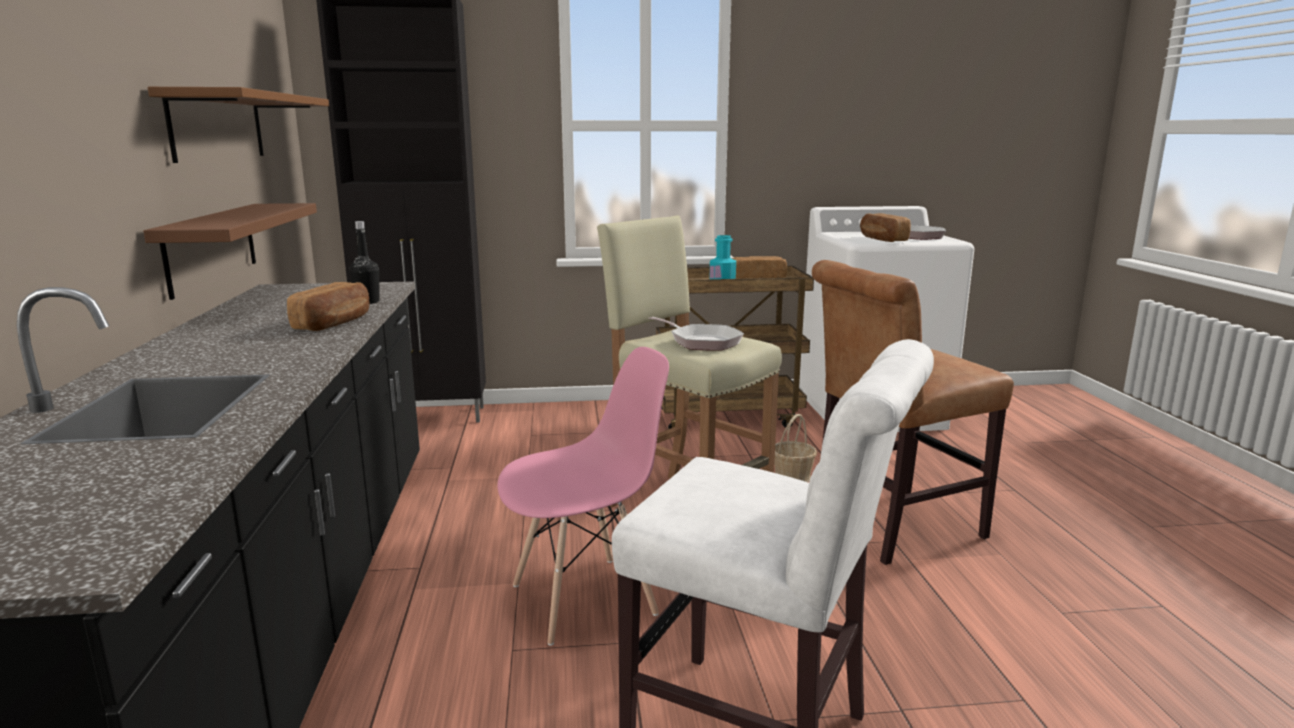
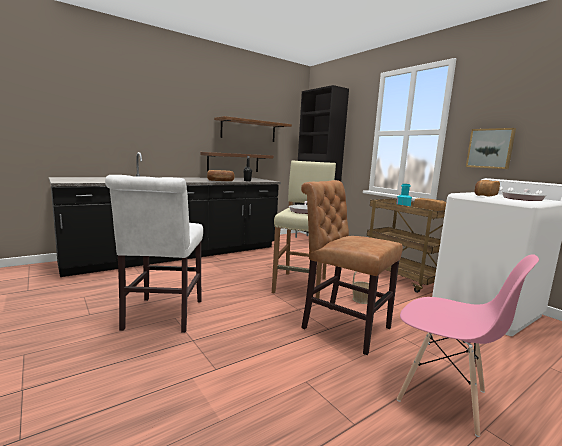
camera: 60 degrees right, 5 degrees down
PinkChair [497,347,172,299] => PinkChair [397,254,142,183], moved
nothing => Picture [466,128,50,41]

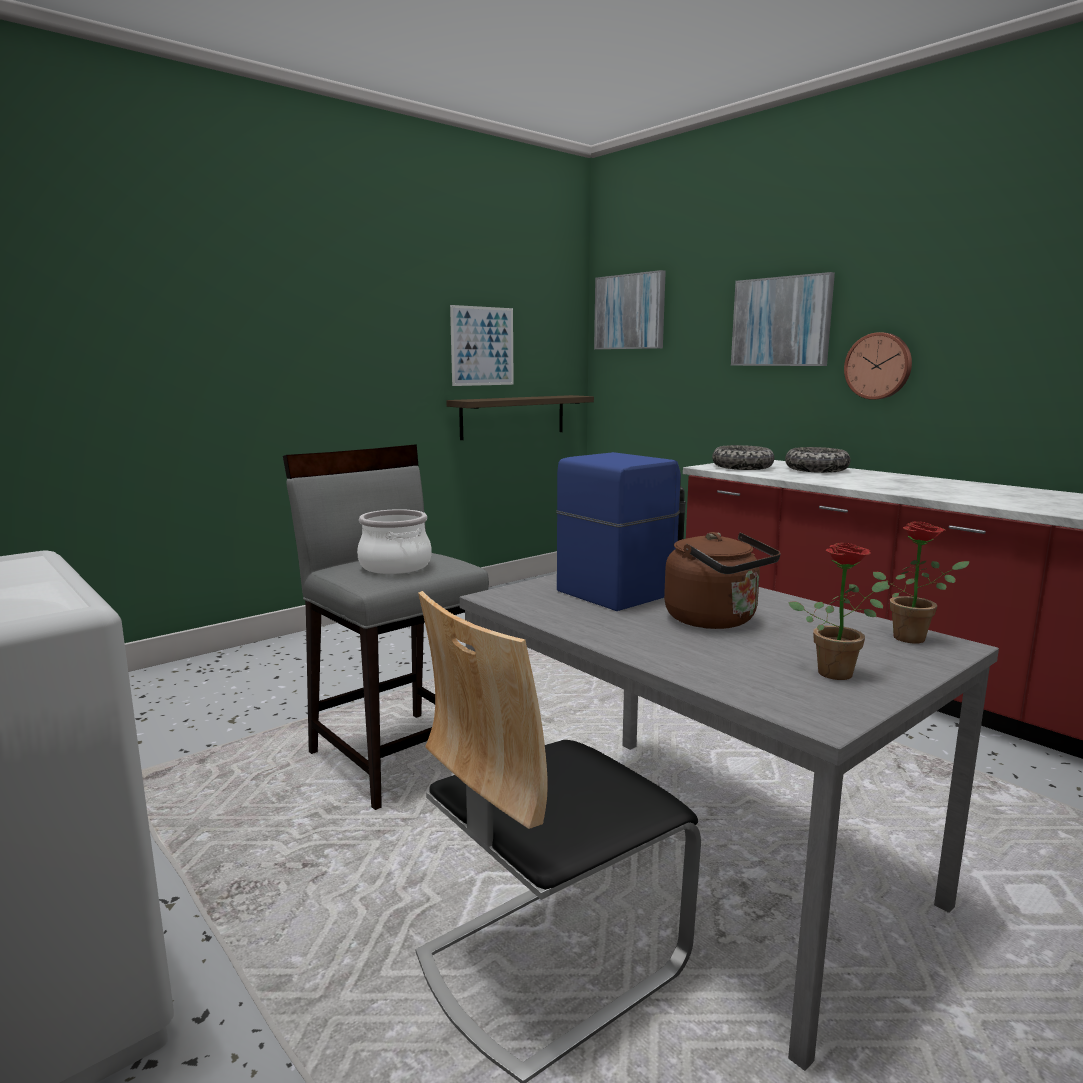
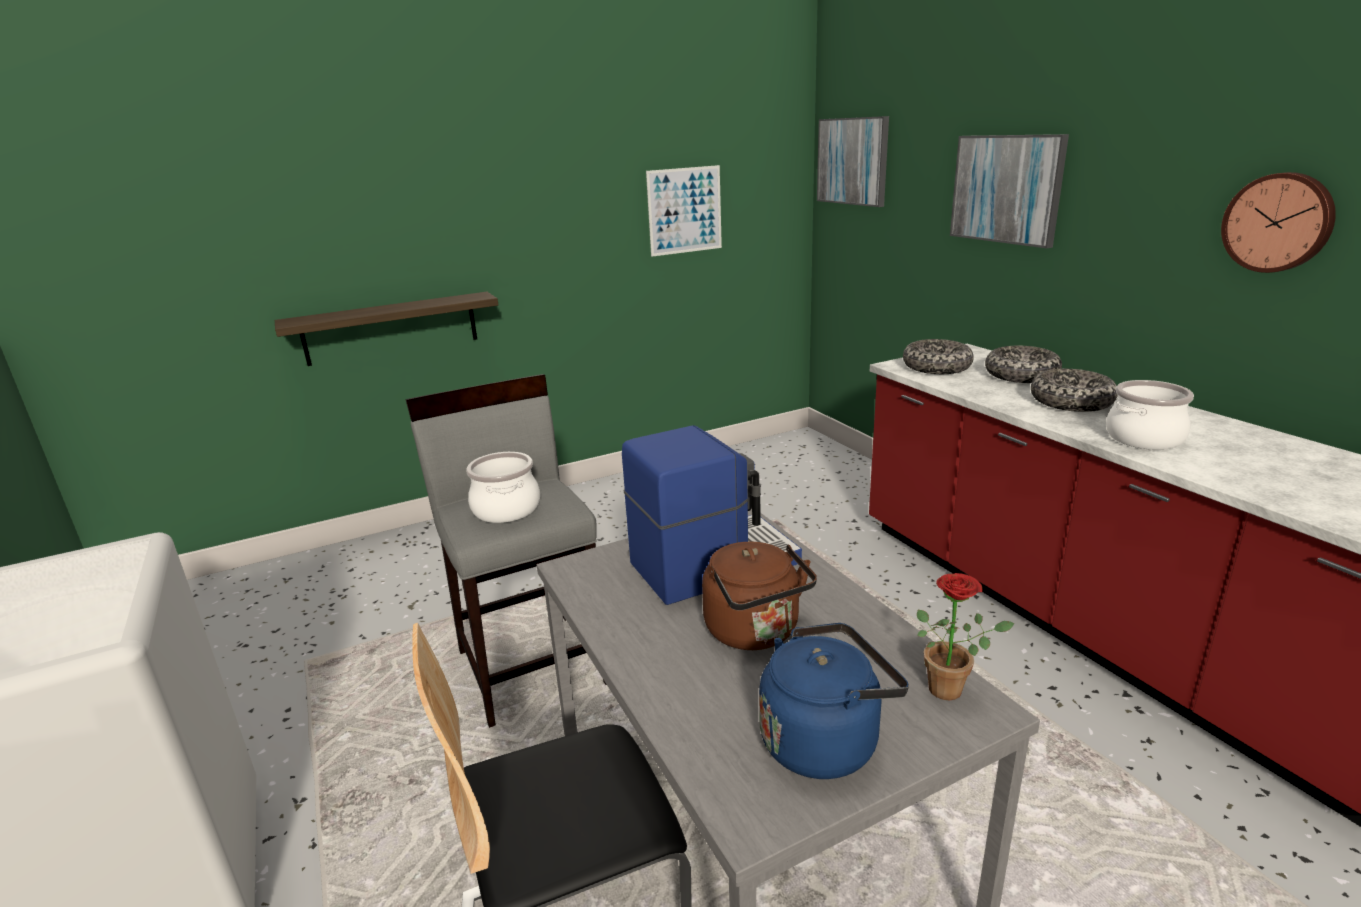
camera: 15 degrees right, 10 degrees up
WallClock [844,332,68,68] => WallClock [1221,172,115,101], moved
Shelf [446,395,148,45] => Shelf [275,292,223,74], moved
PottedPlant [788,543,100,137] => BlueKettle [759,623,150,156]
nothing => Bowl [1031,369,87,43]
nothing => CookingPot [1106,380,88,70]

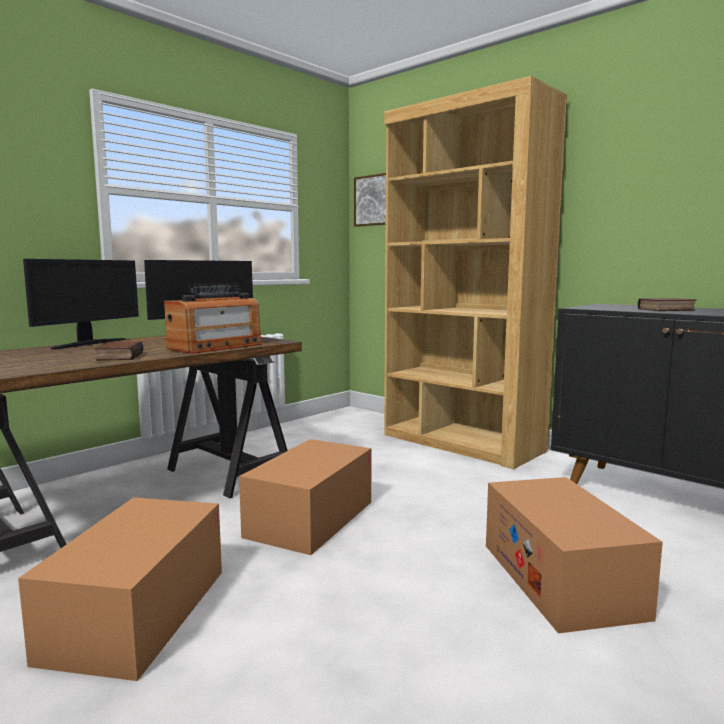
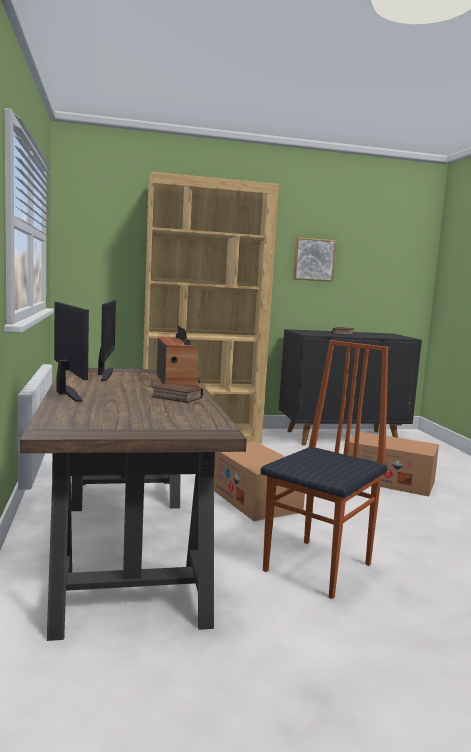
camera: 55 degrees left, 0 degrees up
Picture [354,173,32,54] => Picture [293,237,44,45], moved
CardboardBox [18,497,204,184] => Chair [261,340,127,259]

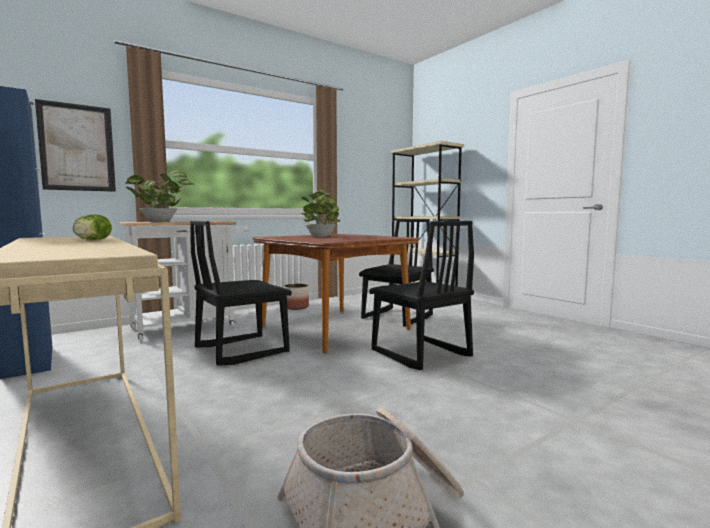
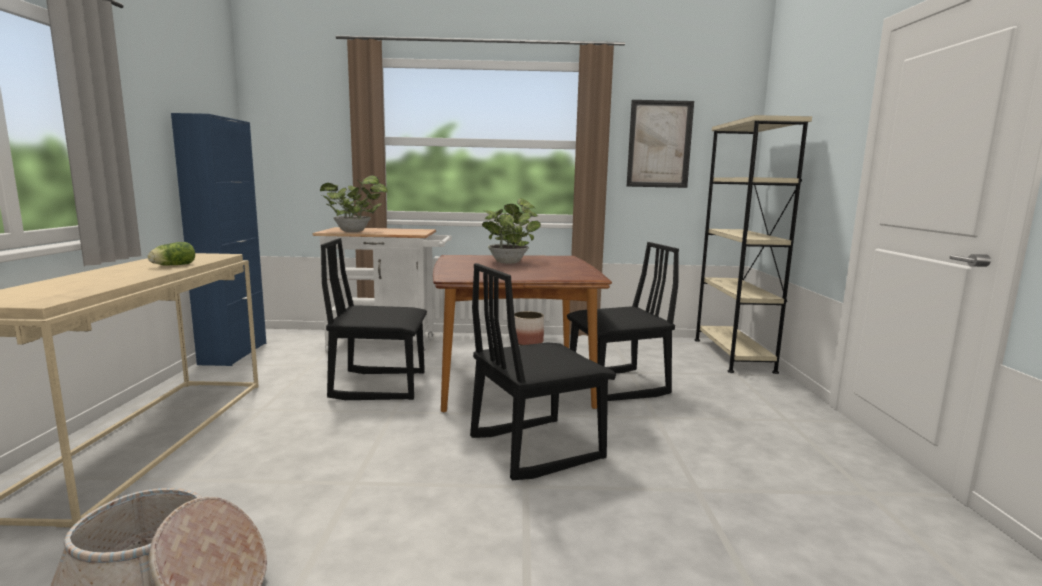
camera: 35 degrees right, 5 degrees up
Picture [35,99,81,93] => Picture [626,100,68,88], moved
BlackChair [369,221,105,149] => BlackChair [470,263,146,217], 60 degrees clockwise

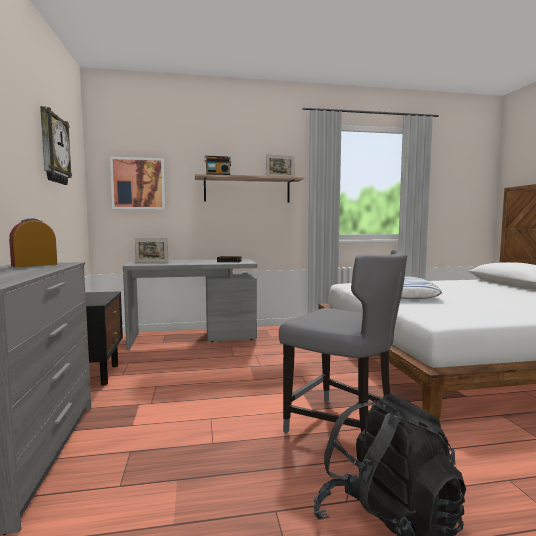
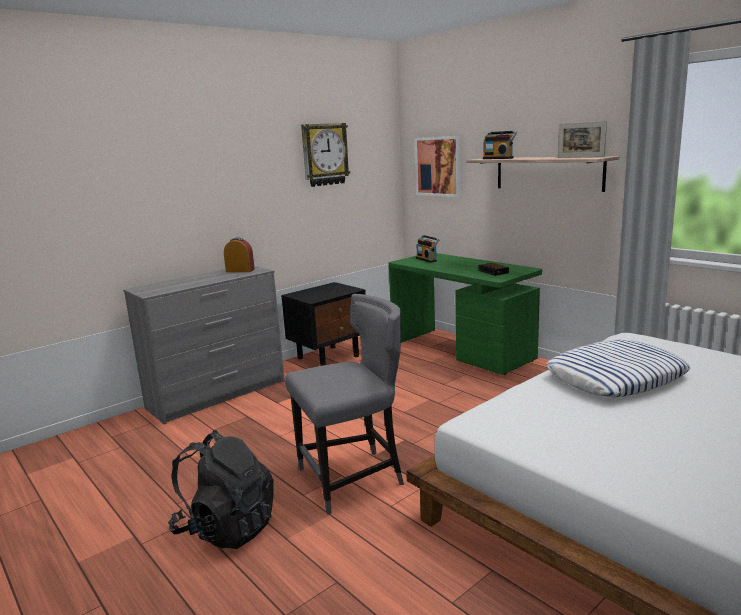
camera: 60 degrees right, 10 degrees up
PictureFrame [135,238,33,25] => Radio [416,235,23,28]
GreyChair [279,250,128,183] => GreyChair [285,294,119,220], 120 degrees counterclockwise
GreyDesk [123,259,134,91] => GreenDesk [389,253,153,122]

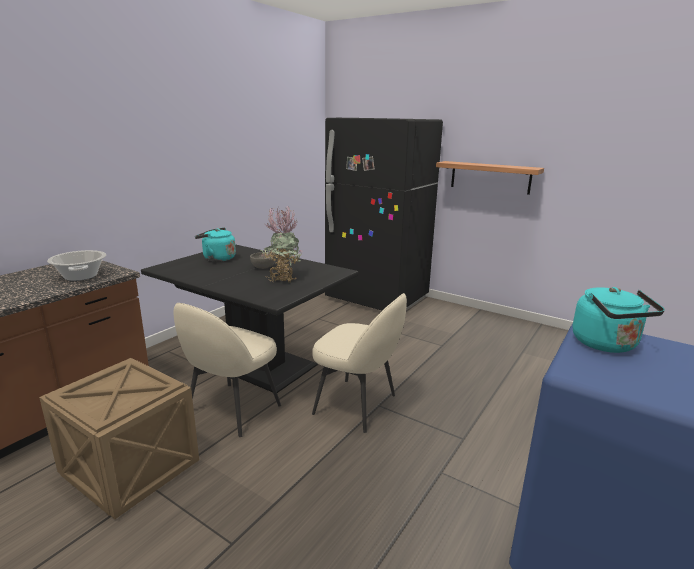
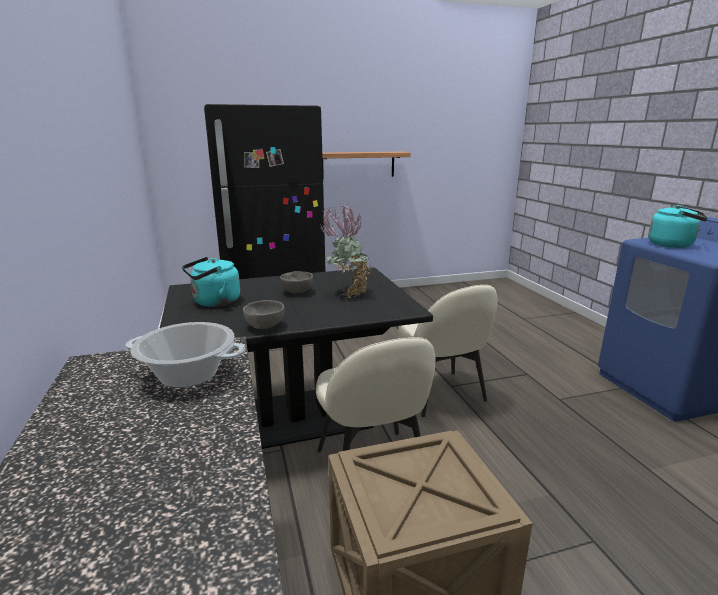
camera: 50 degrees left, 0 degrees up
BeigeChair [312,293,95,140] => BeigeChair [398,285,99,132], 90 degrees clockwise
nothing => GreyBowl [243,300,42,29]

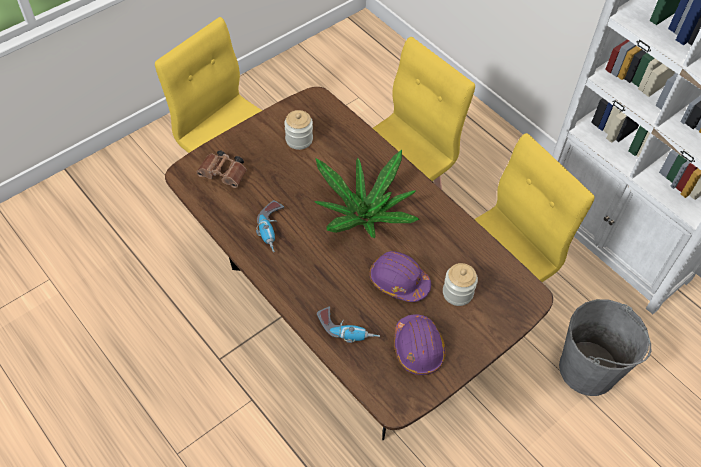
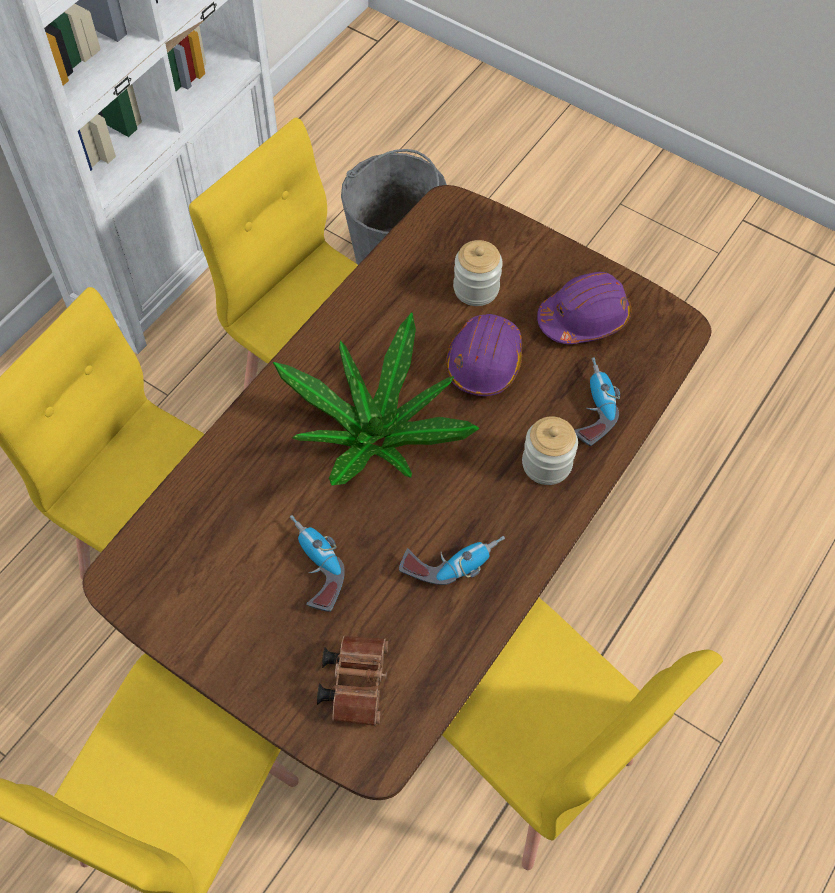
camera: 105 degrees left, 5 degrees up
Jar [284,110,29,40] => Jar [522,416,56,69], moved
nothing => PowerDrill [290,515,55,97]
nothing => YellowChair [442,598,281,272]

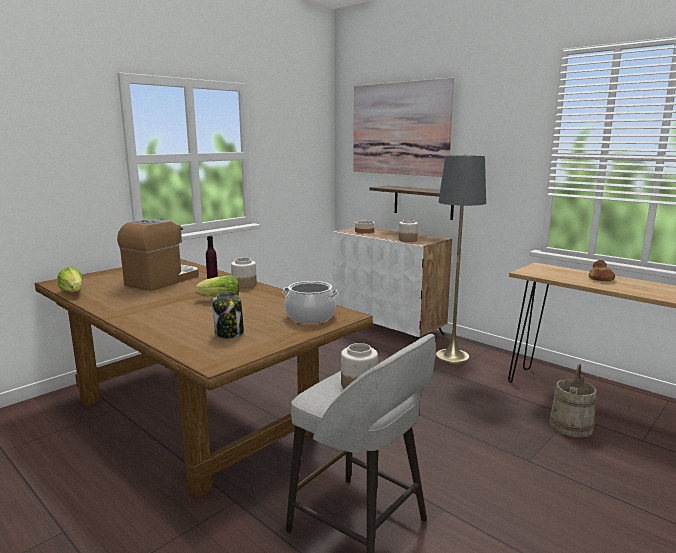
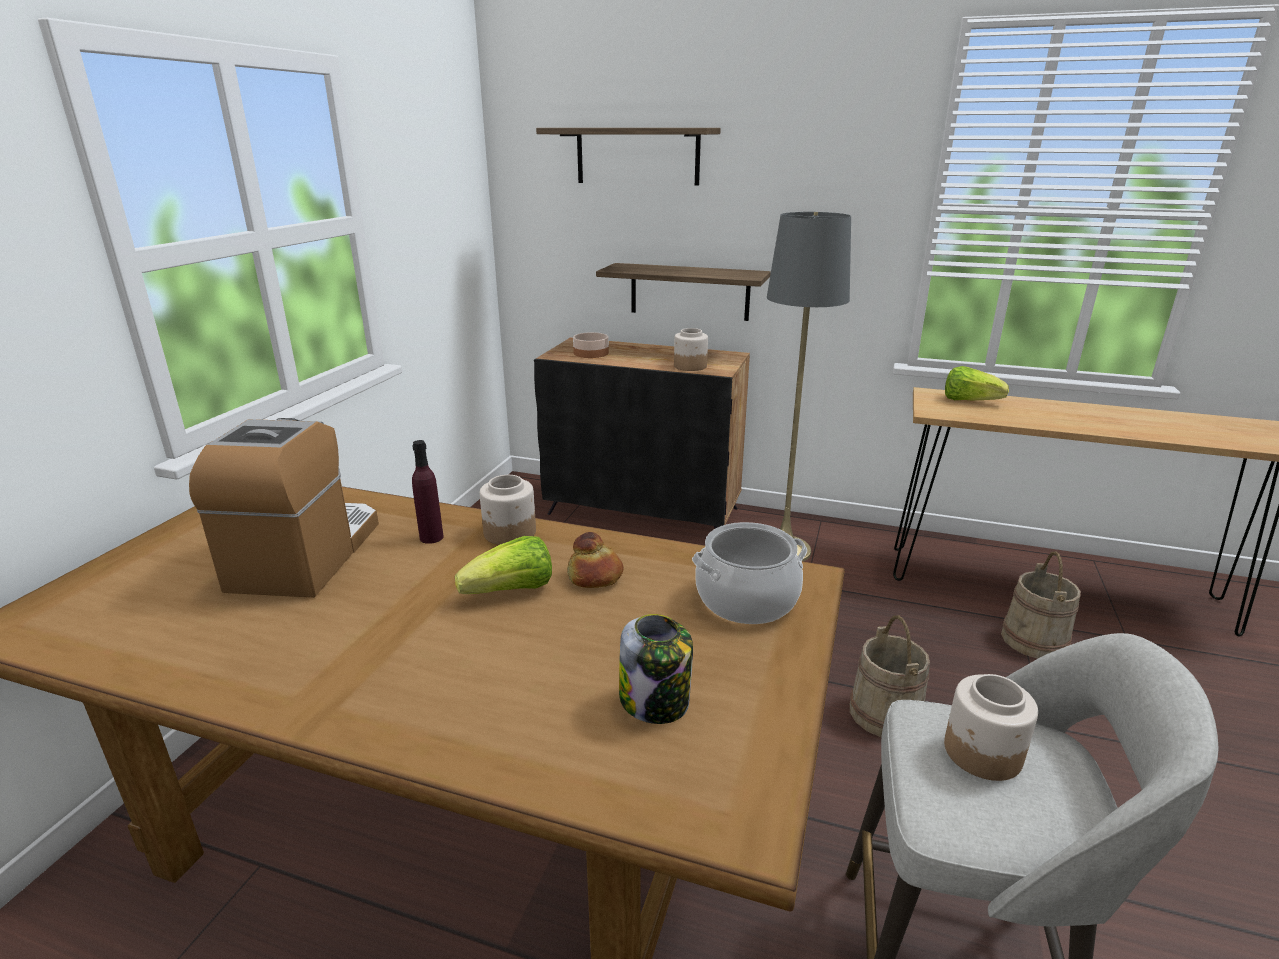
camera: 25 degrees left, 10 degrees up
Picture [353,78,101,99] => Shelf [536,128,185,57]
WhiteCabinet [332,227,120,113] => BlackCabinet [534,338,216,191]
Bread [589,260,26,21] => Bread [567,532,57,56], moved
Lettuce [57,267,26,25] => Lettuce [945,366,64,34], moved
nothing => BeigeBucket [850,615,80,122]

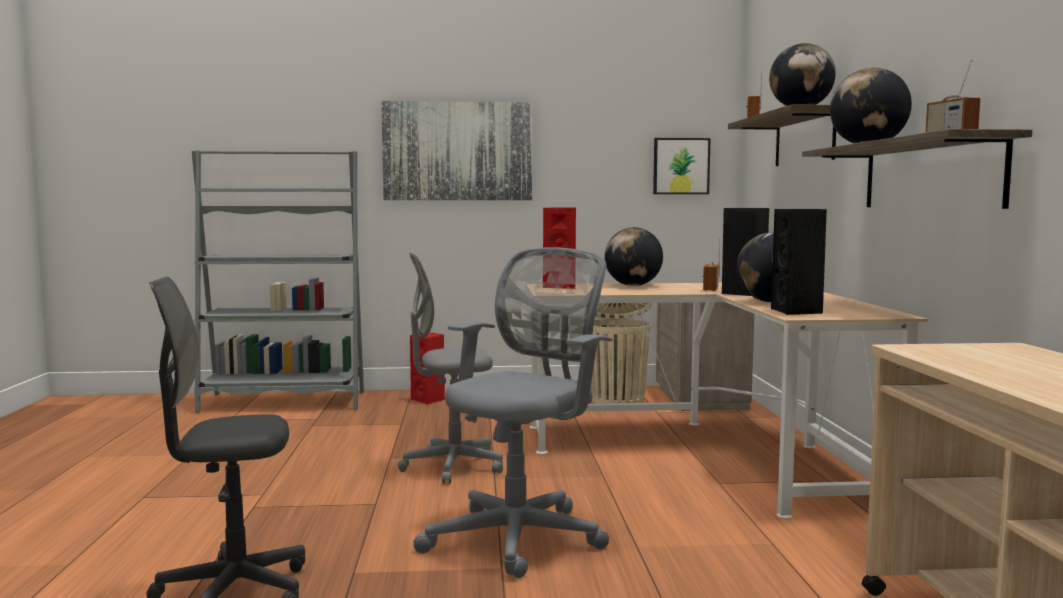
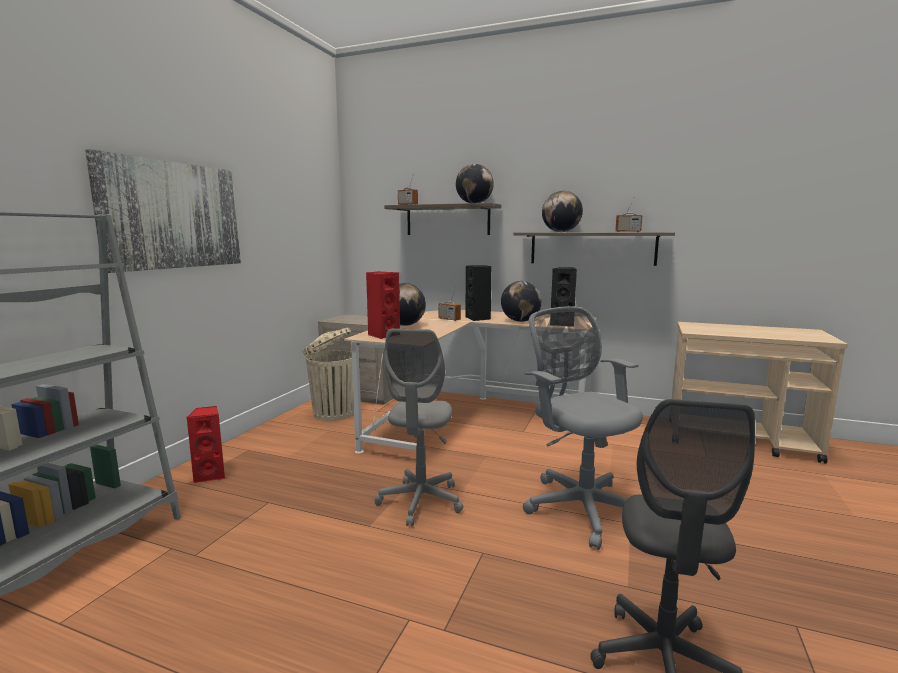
camera: 65 degrees left, 5 degrees up
Picture [653,138,58,56] => nothing

